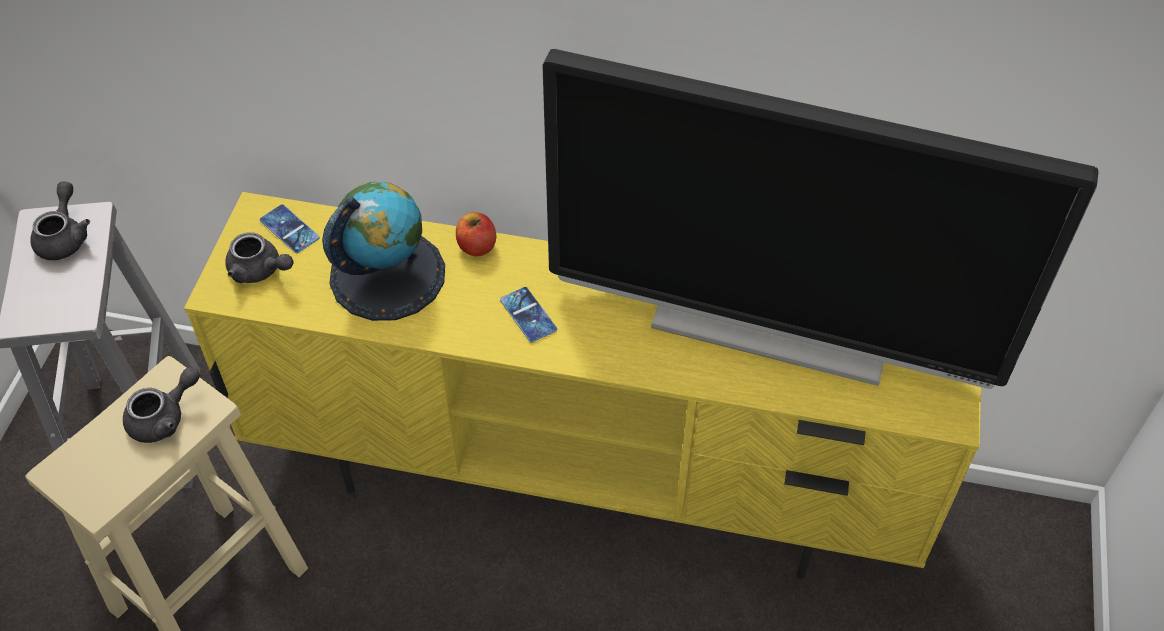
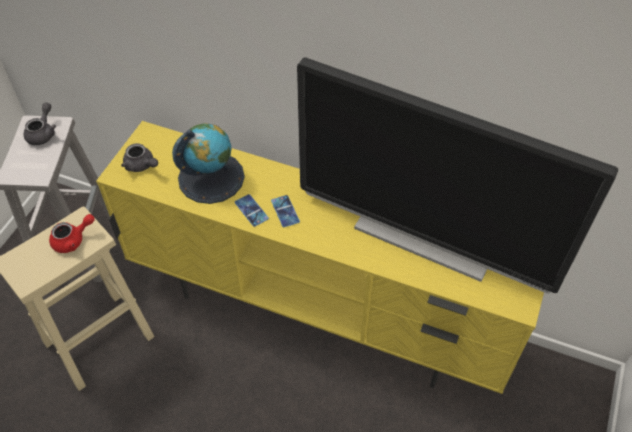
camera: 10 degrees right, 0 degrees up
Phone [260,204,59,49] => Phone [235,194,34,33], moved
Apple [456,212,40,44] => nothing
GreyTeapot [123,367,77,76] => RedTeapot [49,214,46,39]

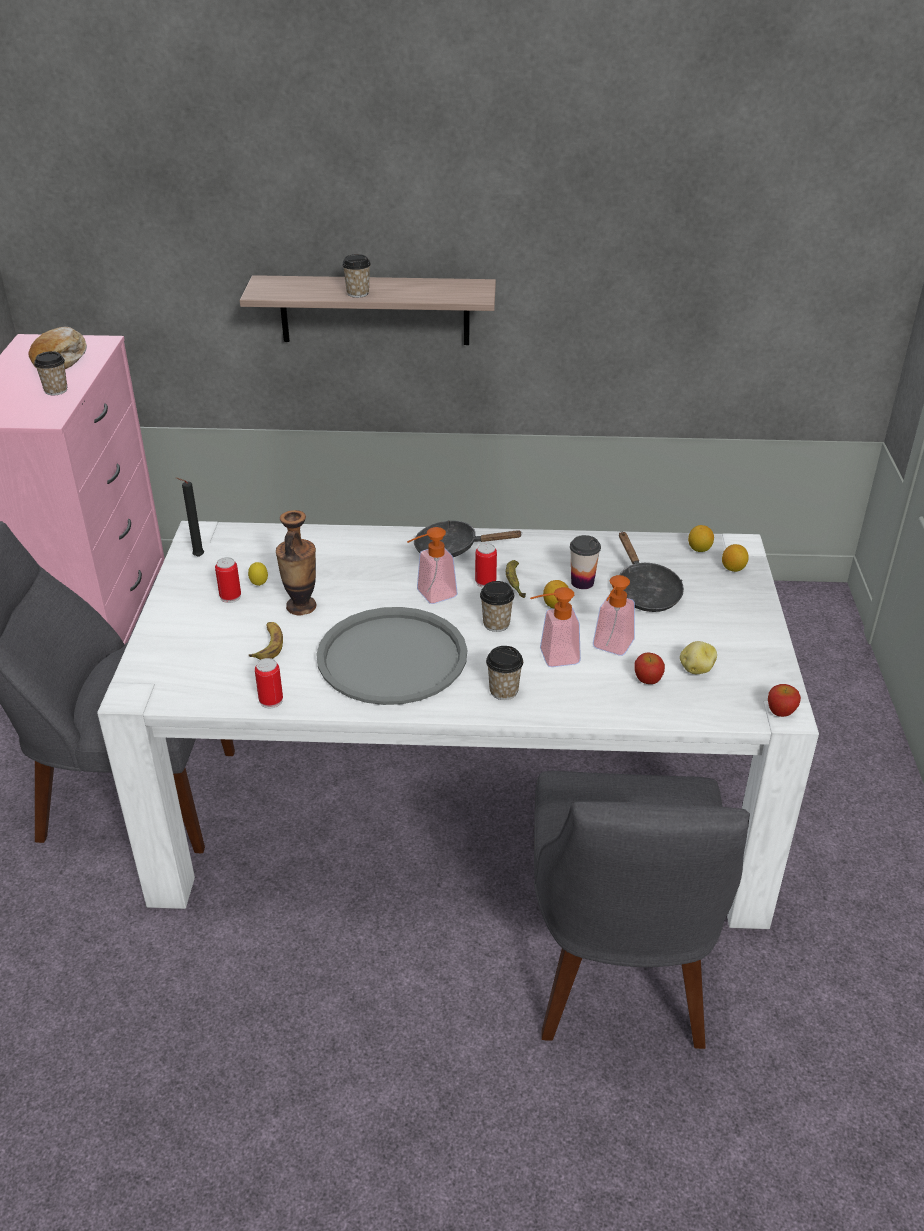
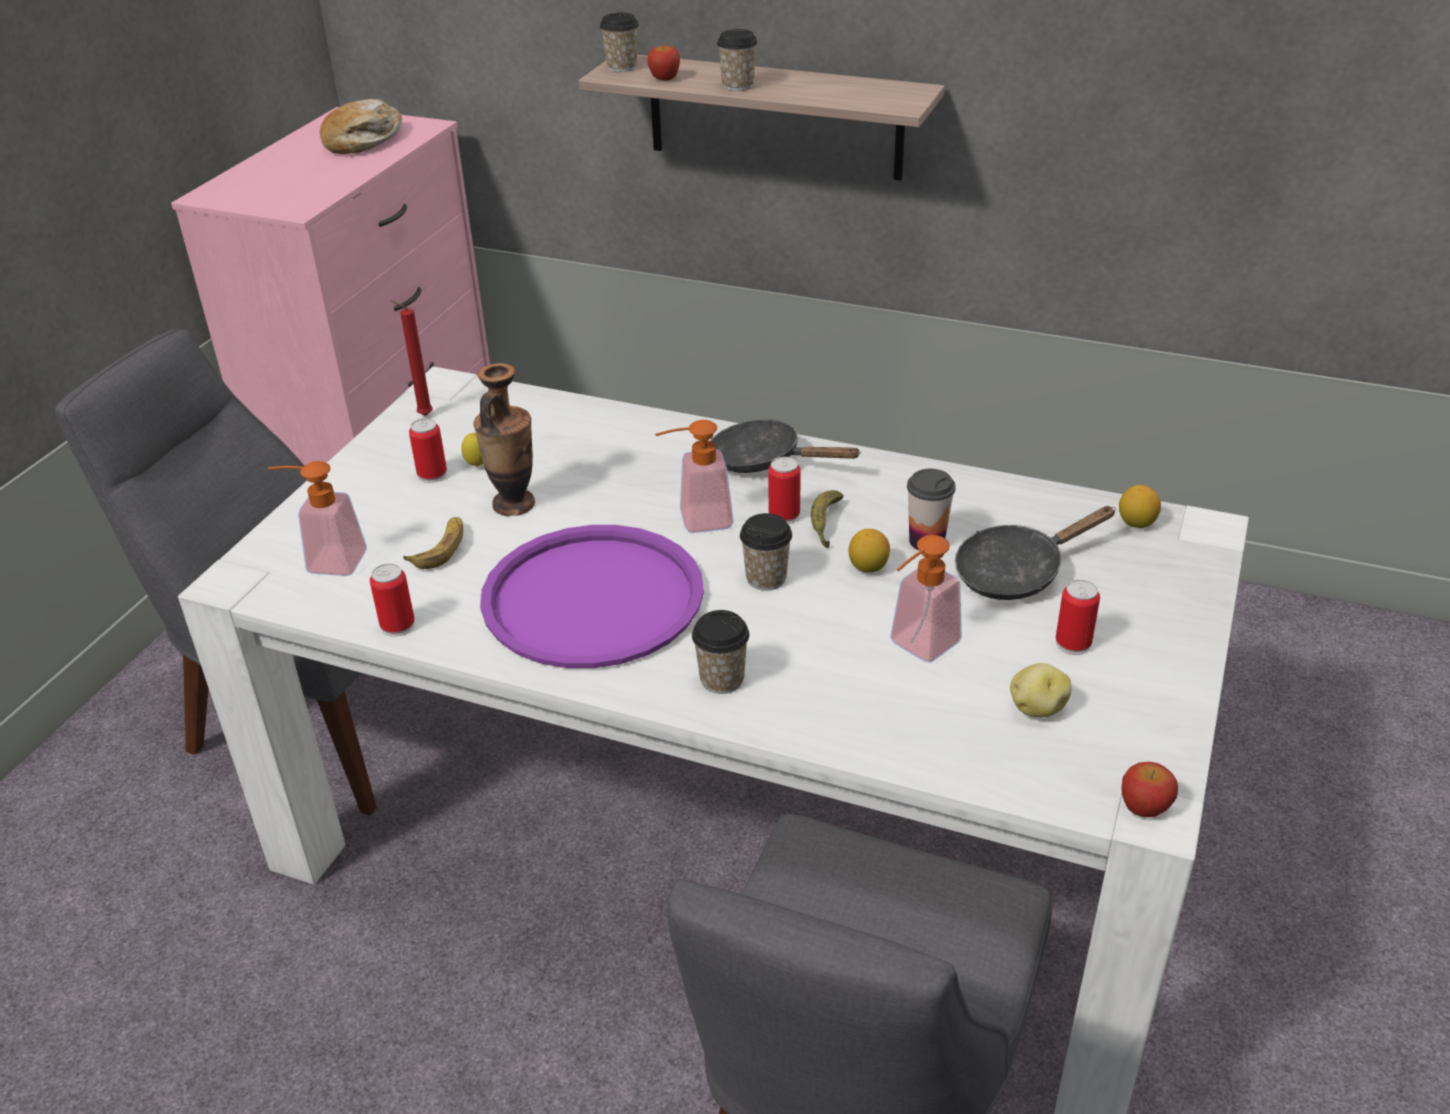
camera: 20 degrees right, 0 degrees up
Cup [34,351,33,44] => Cup [600,12,39,60], moved
BlackCandle [176,478,28,79] => RedCandle [390,300,43,116]
BlackFryingPan [619,531,65,81] => BlackFryingPan [955,506,161,94], 60 degrees clockwise
Lemon [722,544,27,28] => nothing
SoapDispenser [530,587,51,80] => SoapDispenser [268,461,99,115], moved
GreyTray [316,607,151,98] => PurpleTray [480,525,224,143]
Apple [634,652,31,32] => Apple [647,45,33,36], moved
nothing => Can [1056,580,44,75]

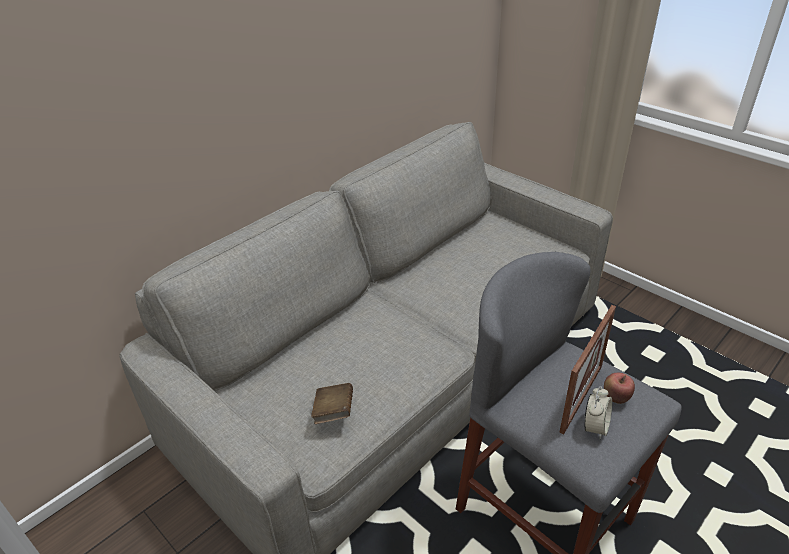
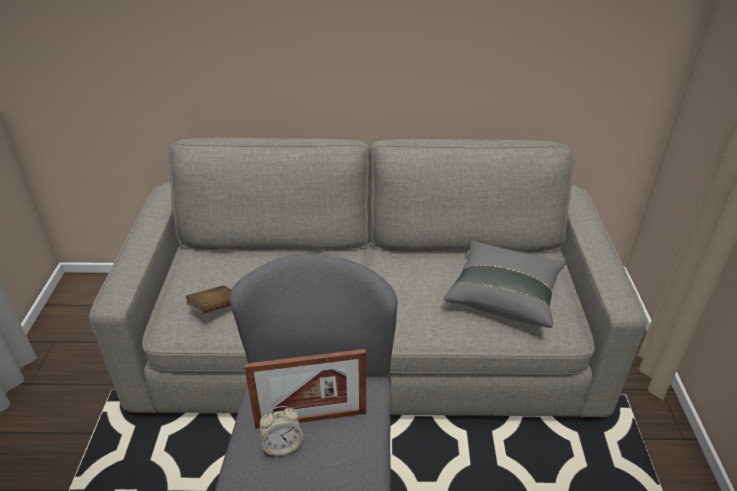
camera: 45 degrees right, 0 degrees up
Apple [604,373,31,31] => nothing
nothing => GreyPillow [444,240,122,88]

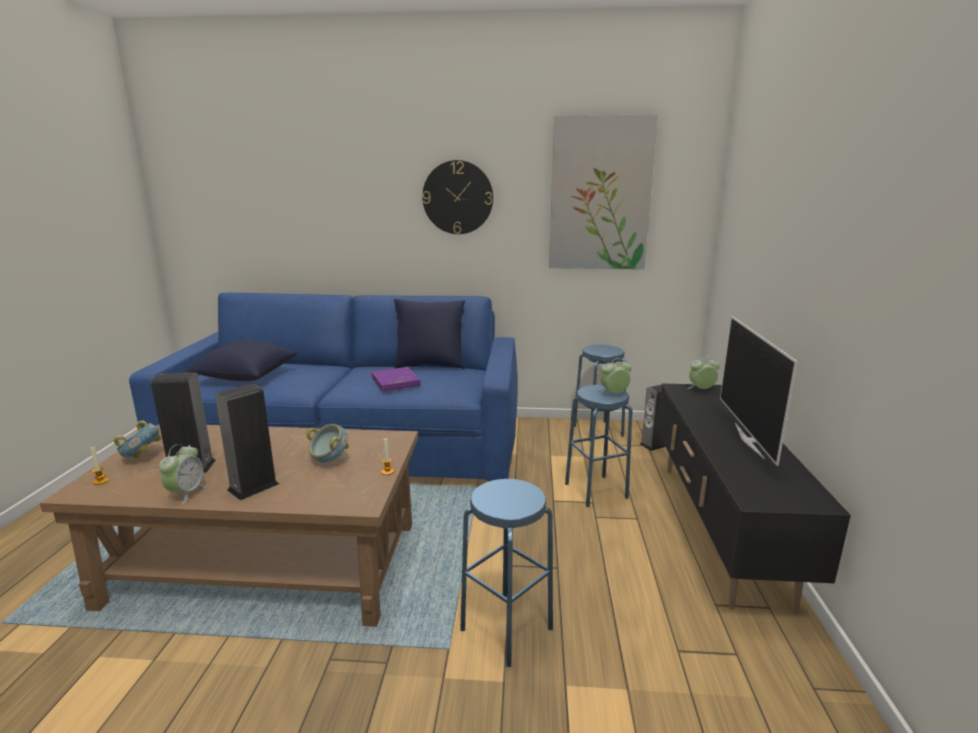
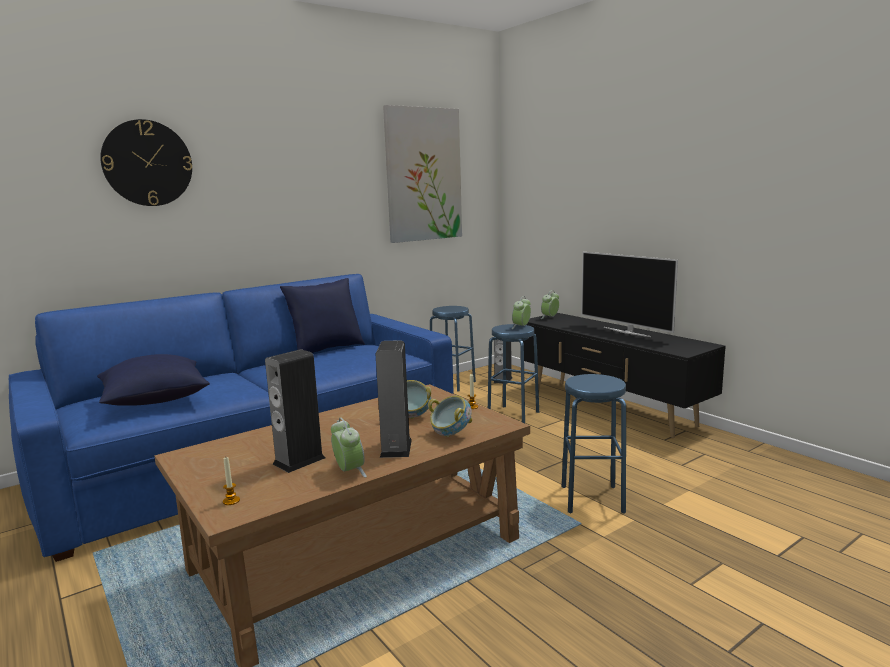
camera: 40 degrees left, 5 degrees down
WallClock [422,160,71,74] => WallClock [100,119,92,87], moved
PurpleBook [372,367,49,24] => nothing
Bowl [114,420,47,38] => Bowl [428,396,44,41], moved

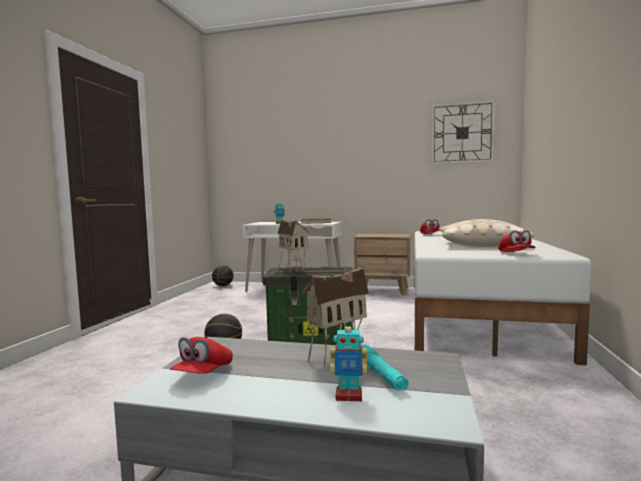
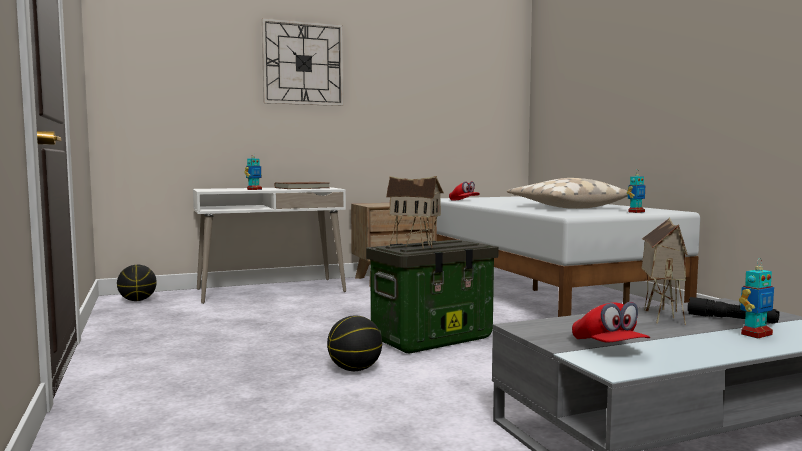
camera: 35 degrees left, 0 degrees up
WallClock [432,100,63,64] => WallClock [262,18,82,88], moved
RedCap [498,230,38,22] => ToyRobot [627,169,18,44]
TurquoiseFlashlight [362,345,47,46] => BlackFlashlight [688,297,92,27]

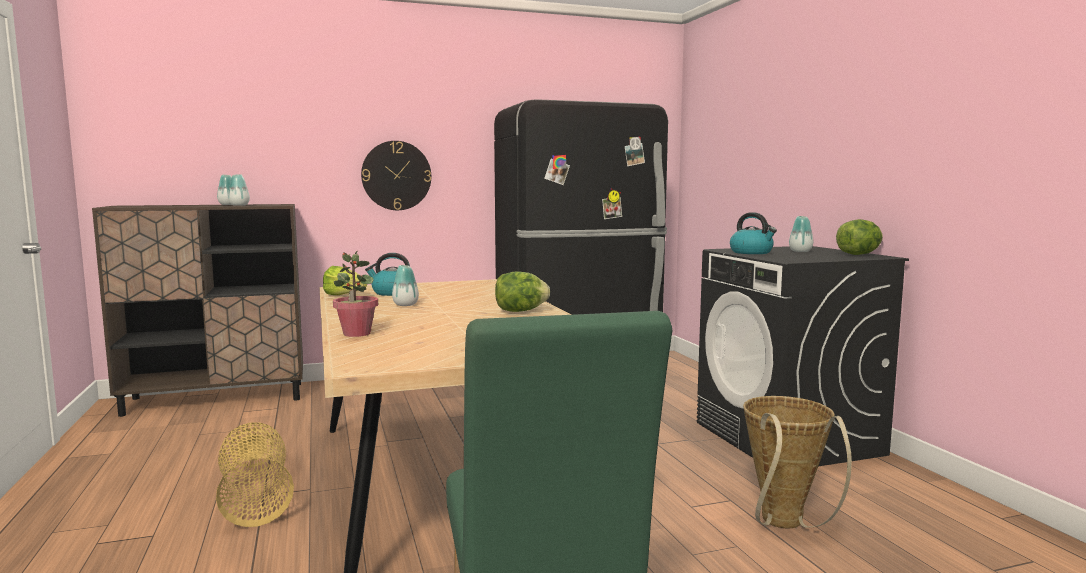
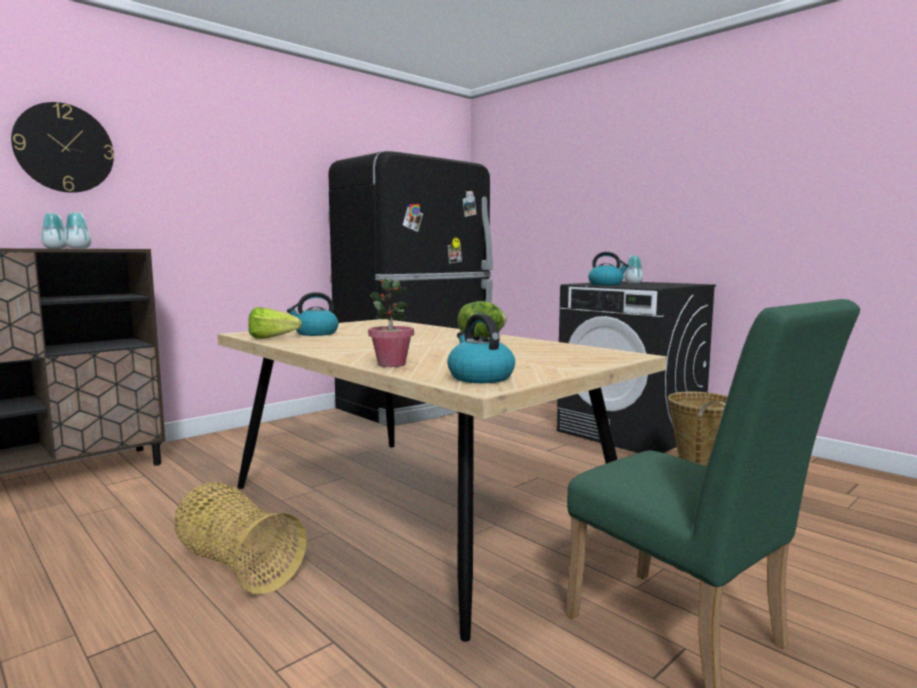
camera: 25 degrees left, 0 degrees up
WallClock [361,141,70,69] => WallClock [11,102,103,91], moved
Lettuce [836,219,47,36] => nothing
Vase [392,265,27,41] => nothing
nothing => Kettle [447,314,68,69]

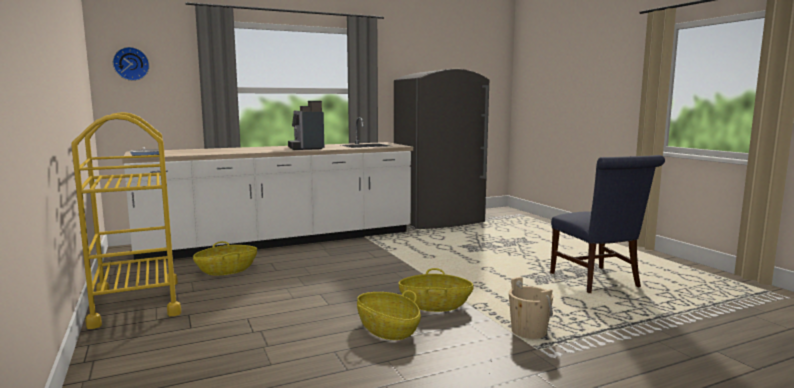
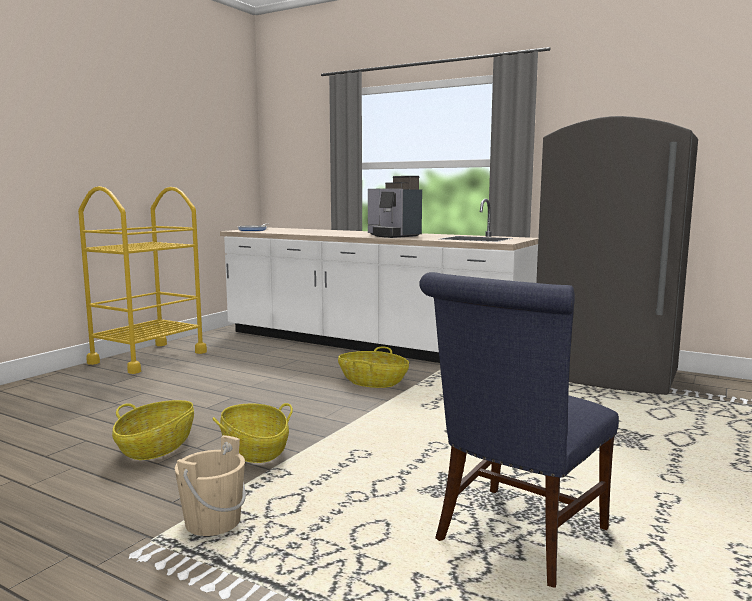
camera: 55 degrees right, 0 degrees up
WallClock [113,47,37,34] => nothing
CoffeeMachine [288,101,36,49] => CoffeeMachine [368,176,54,62], 75 degrees counterclockwise
Basket [193,241,64,35] => Basket [338,346,71,42], moved

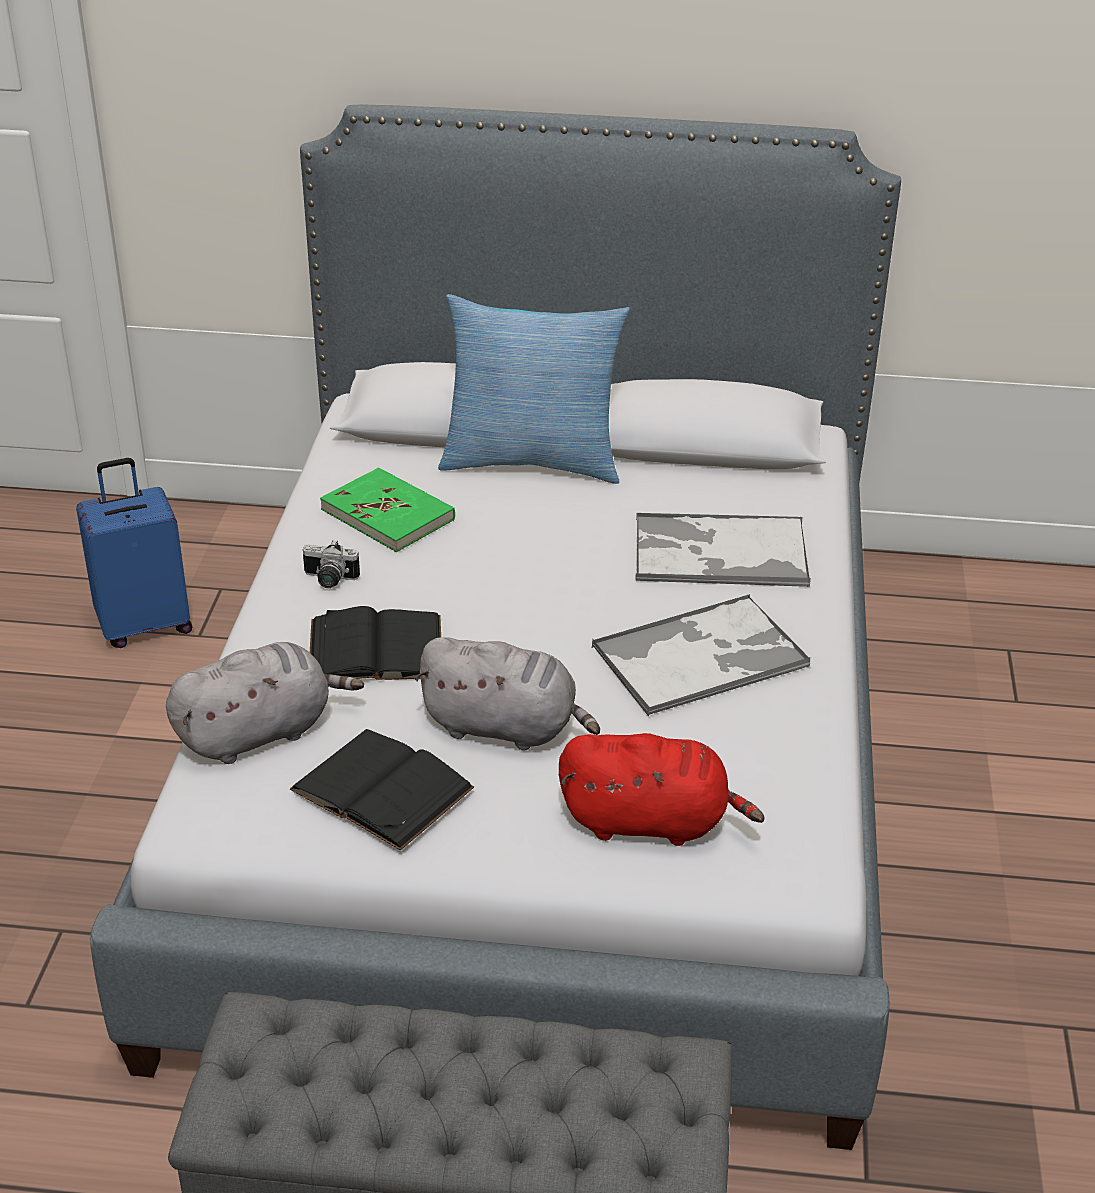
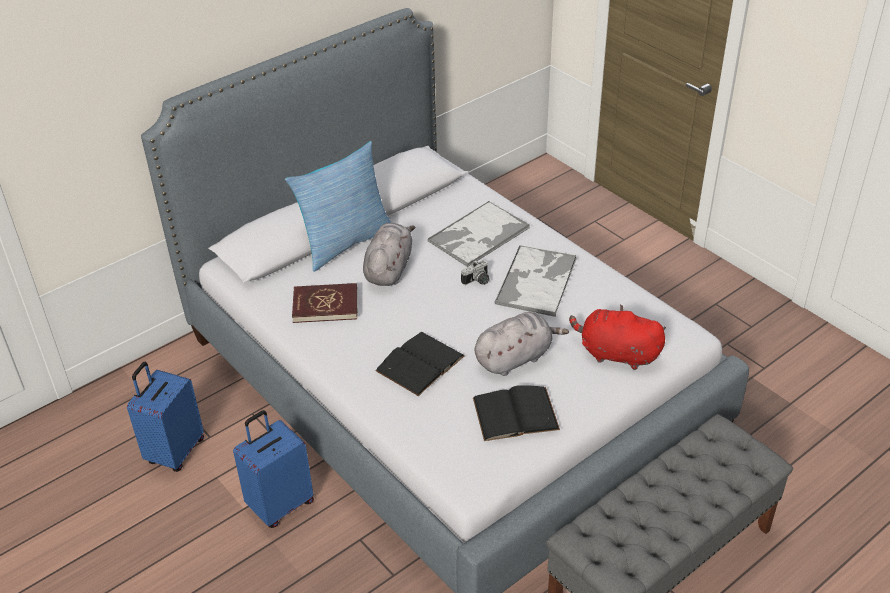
camera: 45 degrees left, 5 degrees up
GreenBook [320,467,135,85] => RedBook [292,283,65,40]
PhotoCamera [303,540,57,48] => PhotoCamera [461,260,29,25], moved
GreyPlushToy [166,642,198,122] => GreyPlushToy [363,223,52,63], moved
RedPlushToy [559,733,205,113] => RedPlushToy [569,305,97,65], 120 degrees counterclockwise
nothing => BlueSuitcase [233,410,81,118]

